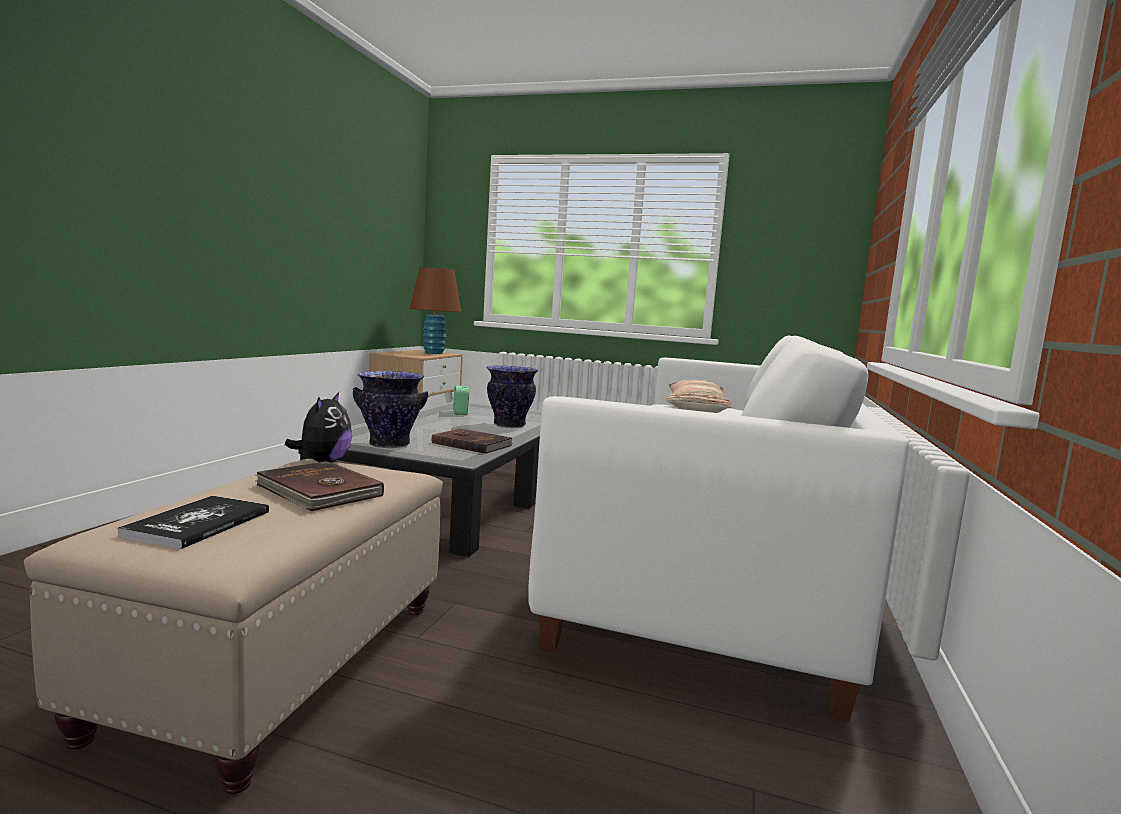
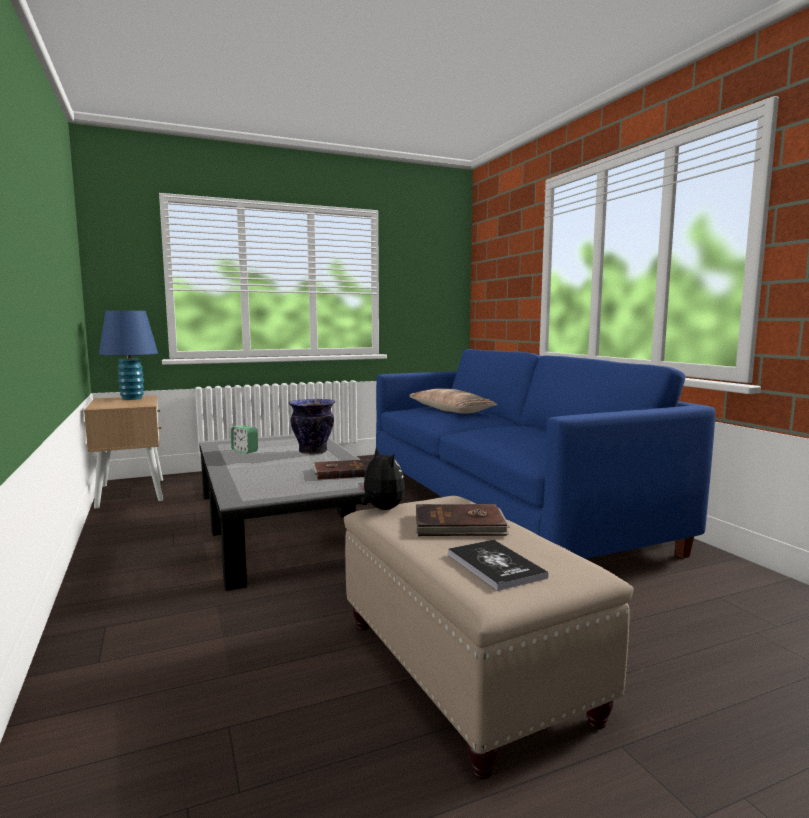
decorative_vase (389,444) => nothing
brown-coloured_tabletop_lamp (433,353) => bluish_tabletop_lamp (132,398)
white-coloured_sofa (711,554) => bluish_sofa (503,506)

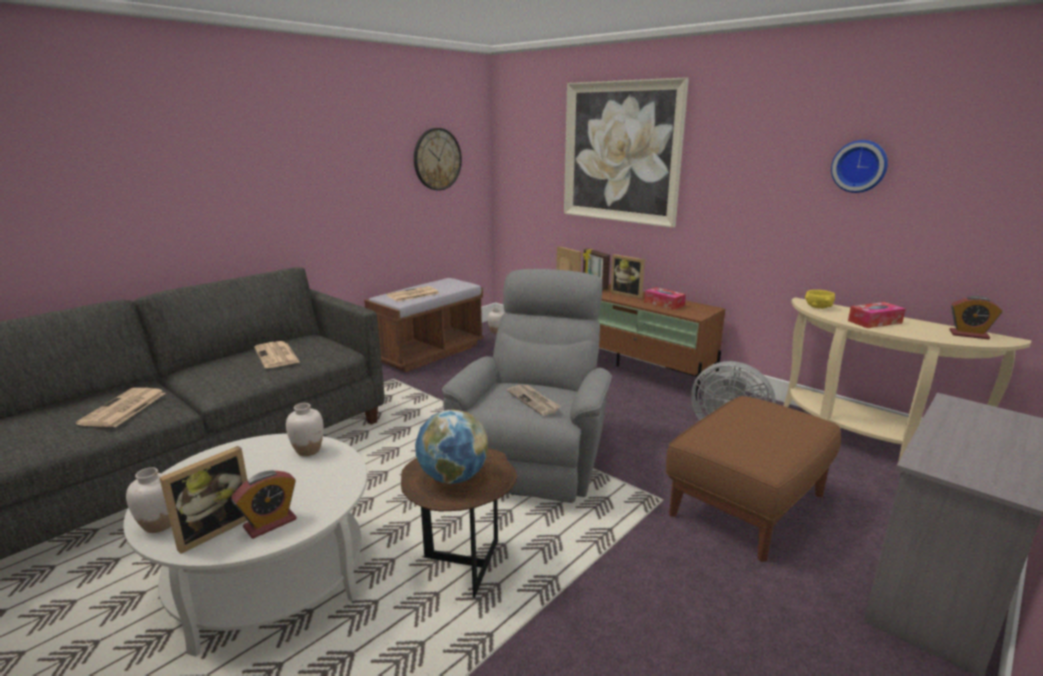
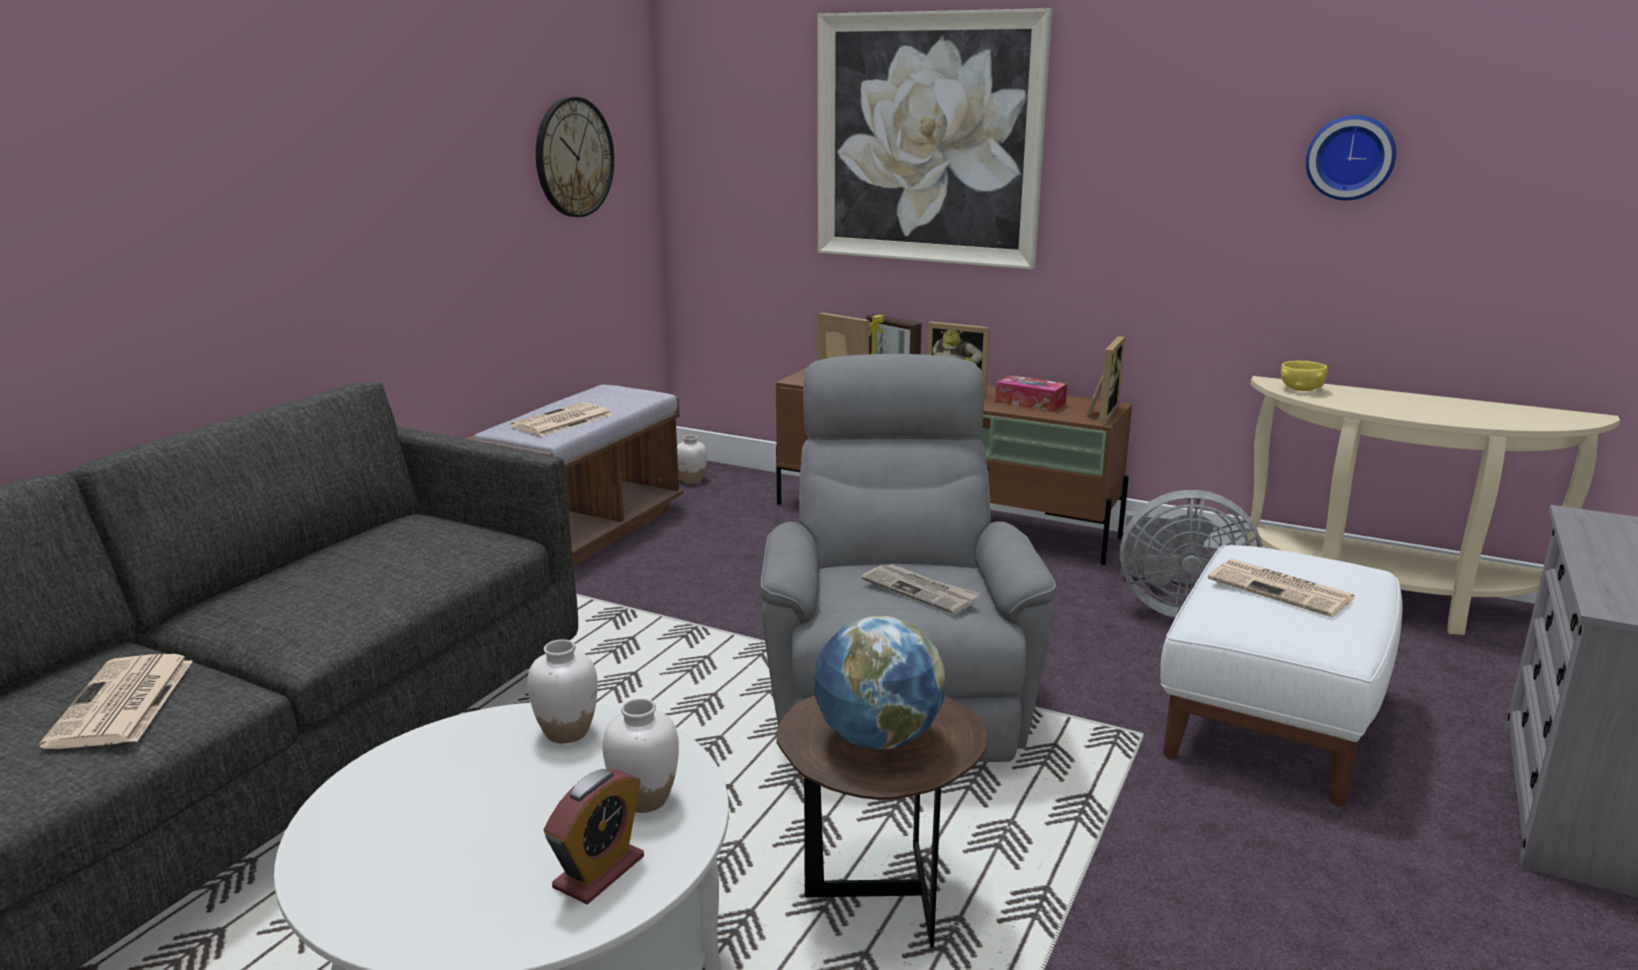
white-coloured_decorative_vase (159,524) => white-coloured_decorative_vase (643,799), moved
photo_frame (213,529) => photo_frame (1100,414), moved
newspaper (277,355) => newspaper (1282,589), moved
brown-coloured_footrest (748,504) => white-coloured_footrest (1272,721)
box_of_tissues (874,322) => nothing
alarm_clock (968,335) => nothing

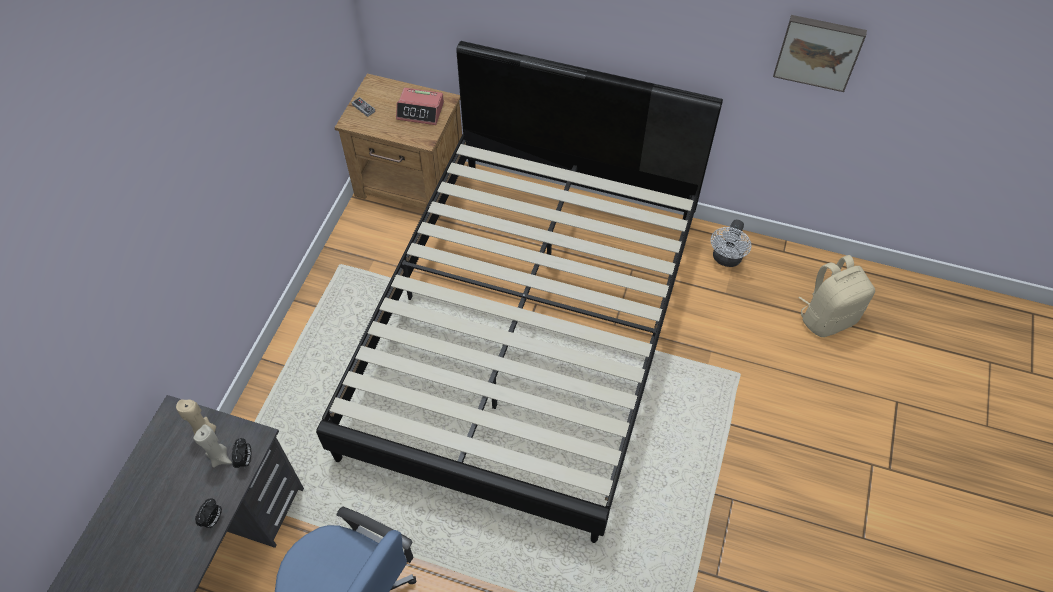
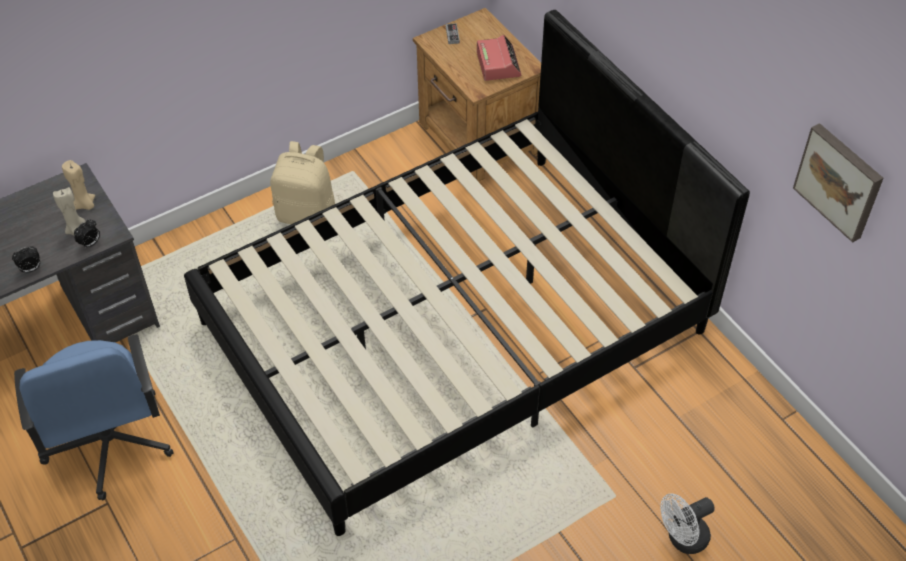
alarm_clock (420,111) => alarm_clock (498,64), 150 degrees counterclockwise
white-coloured_electric_fan (726,259) => white-coloured_electric_fan (682,539), moved
beige-coloured_rucksack (827,317) => beige-coloured_rucksack (307,214), moved

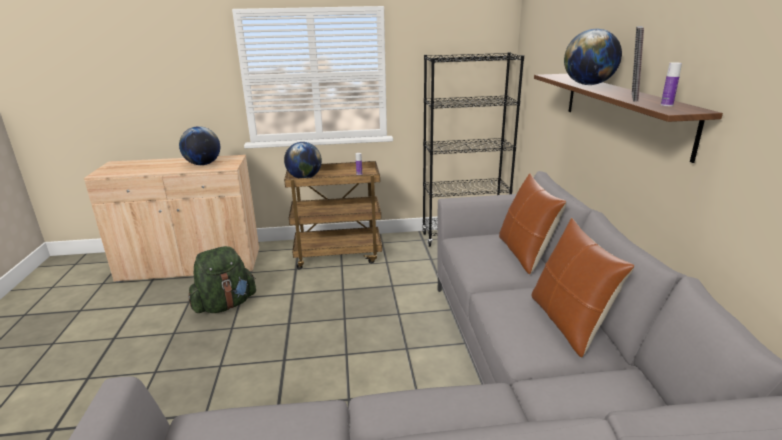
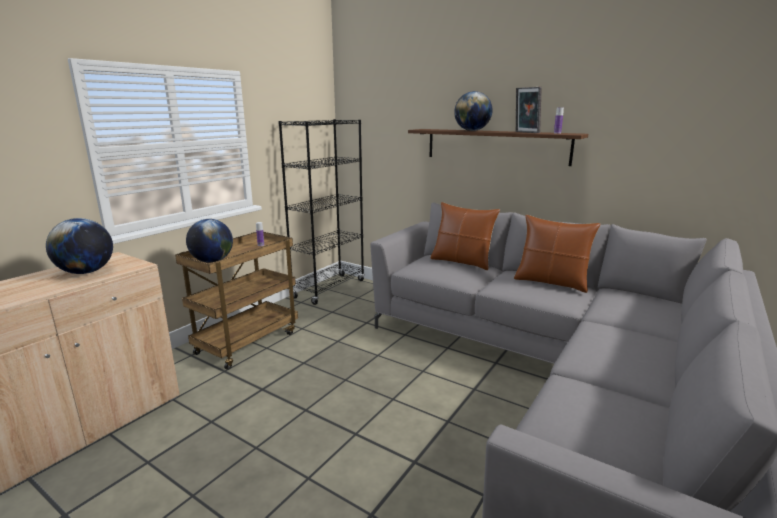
green_rucksack (225,305) => nothing

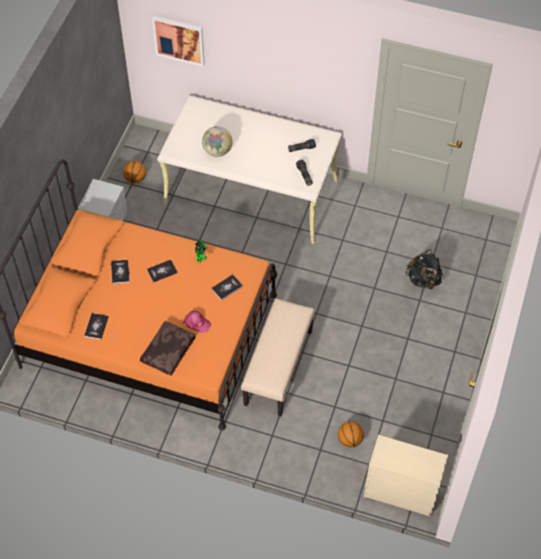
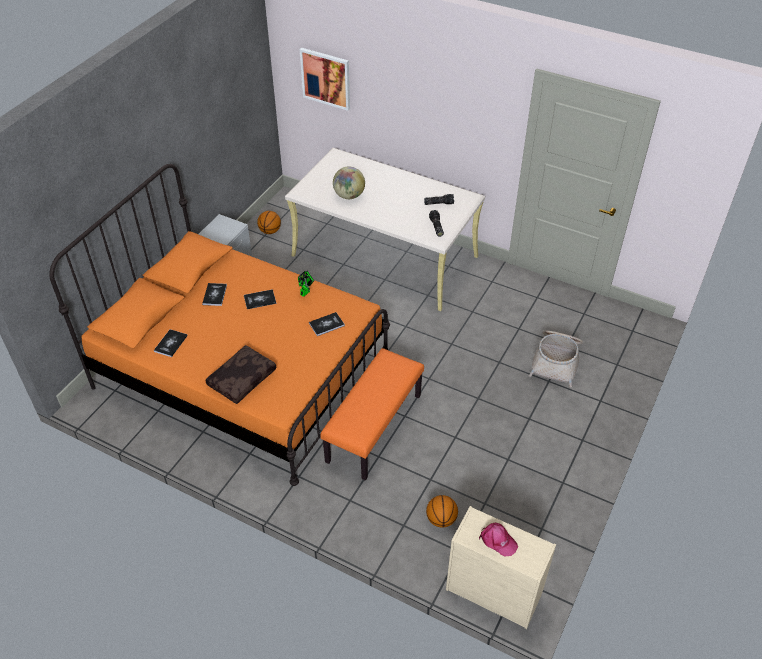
pink-coloured_cap (196,323) => pink-coloured_cap (498,541), moved
beige-coloured_long_seat (278,367) => orangey_long_seat (373,427)
blackish_rucksack (423,280) => storage_basket (556,361)

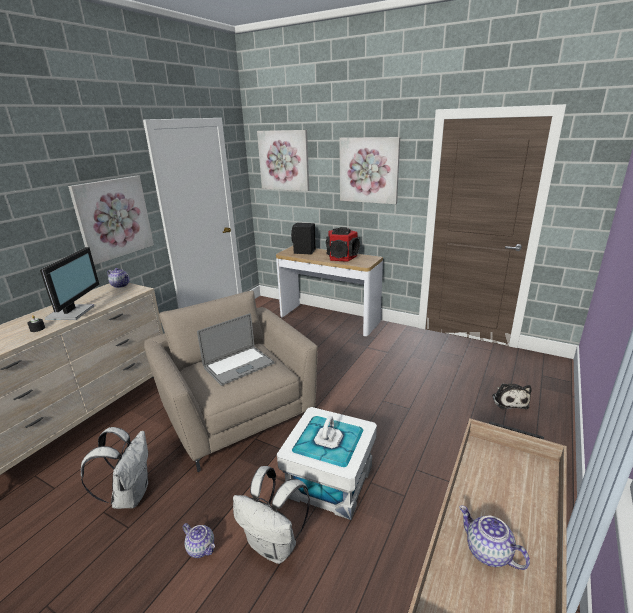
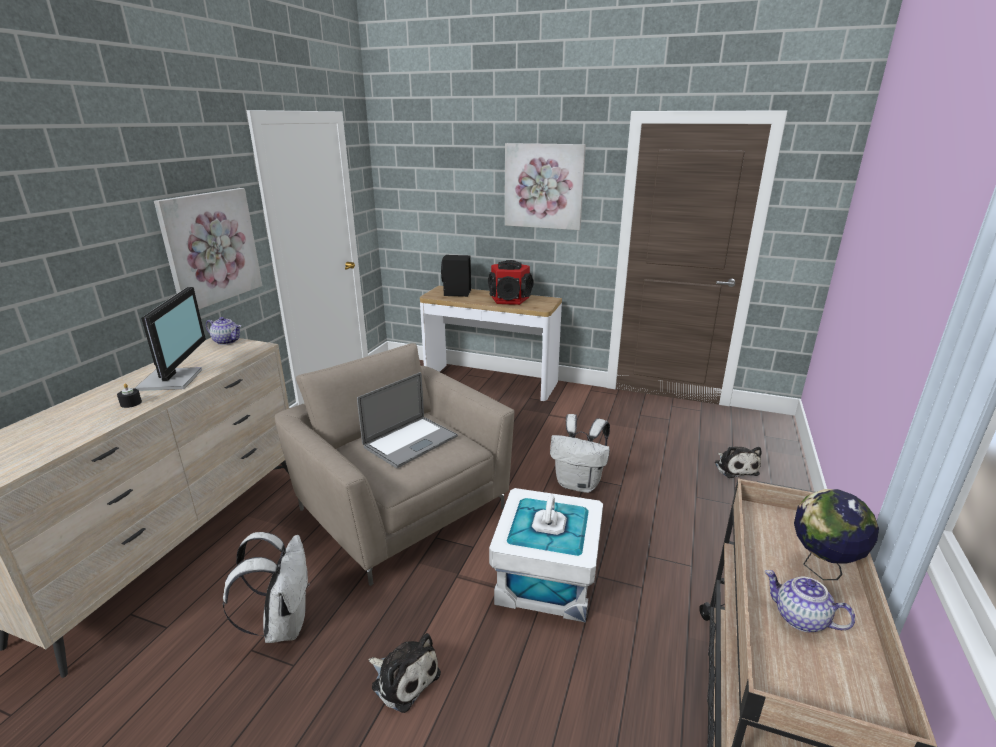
teapot (201,548) => plush_toy (403,678)
white-coloured_rucksack (275,545) => white-coloured_rucksack (579,484), moved
picture (284,160) => nothing
nothing => world_globe (821,568)

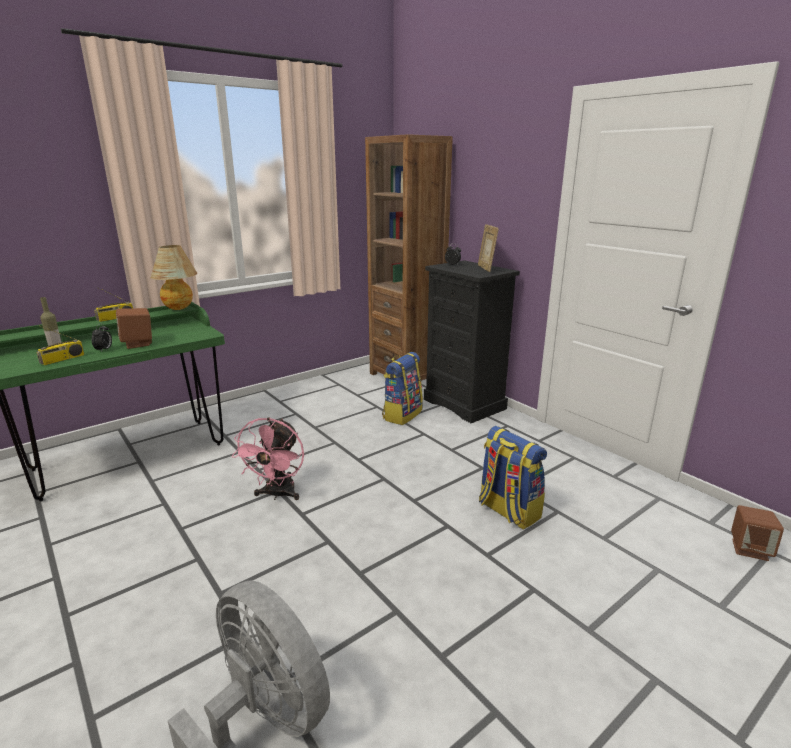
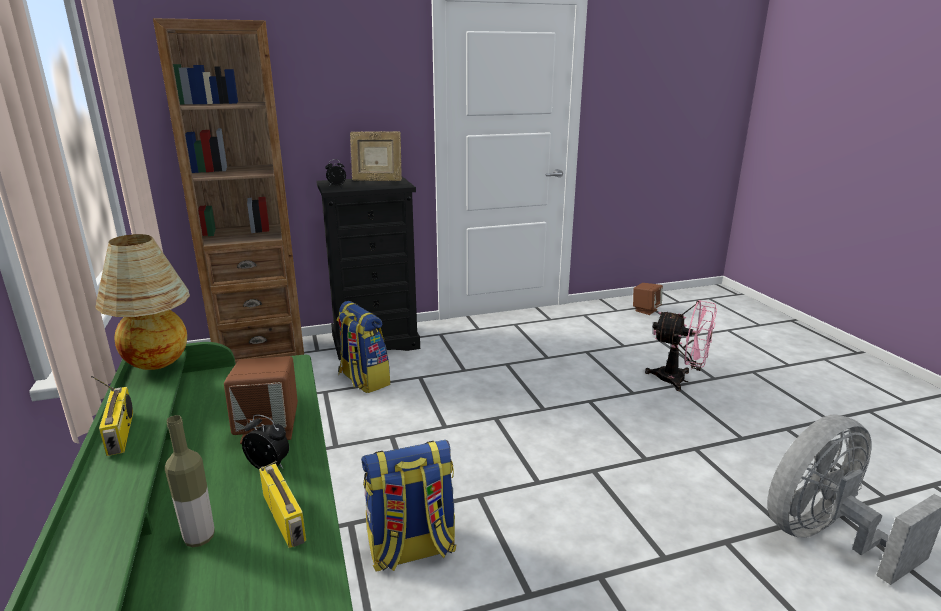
pink-coloured_electric_fan (277,494) => pink-coloured_electric_fan (679,380), moved
rucksack (507,511) => rucksack (411,550), moved

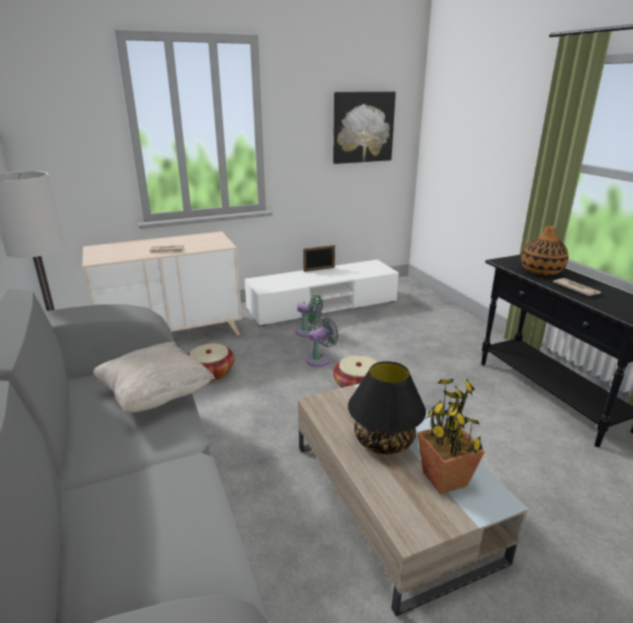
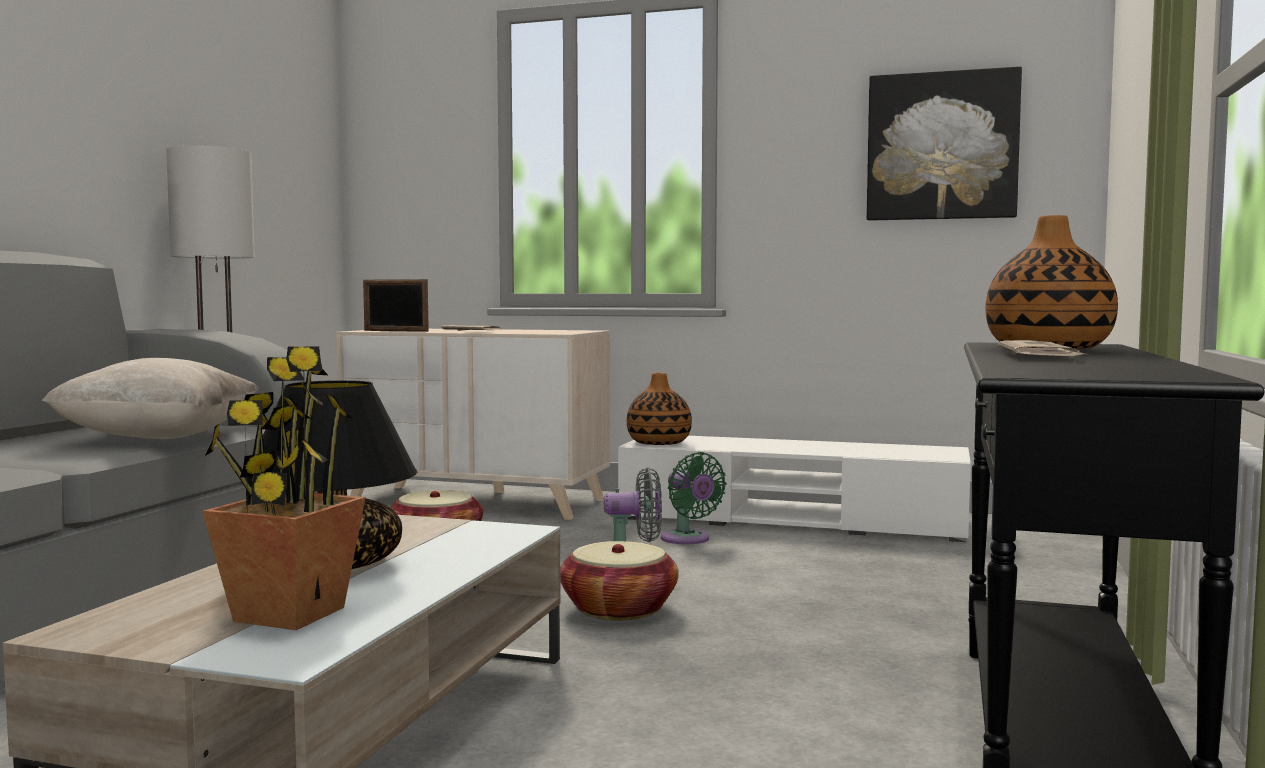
photo_frame (319,269) => photo_frame (395,331), moved
nothing => decorative_vase (659,443)

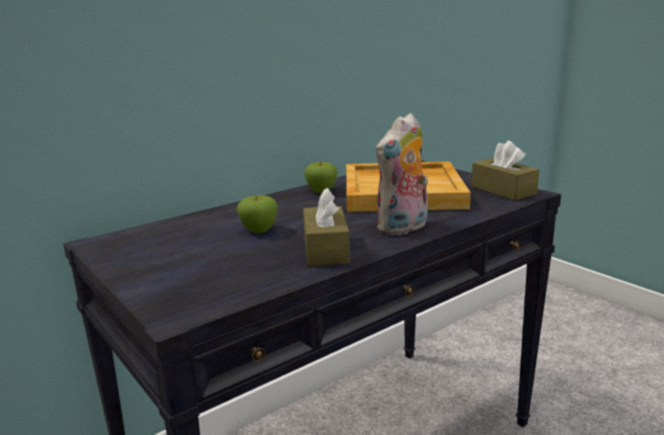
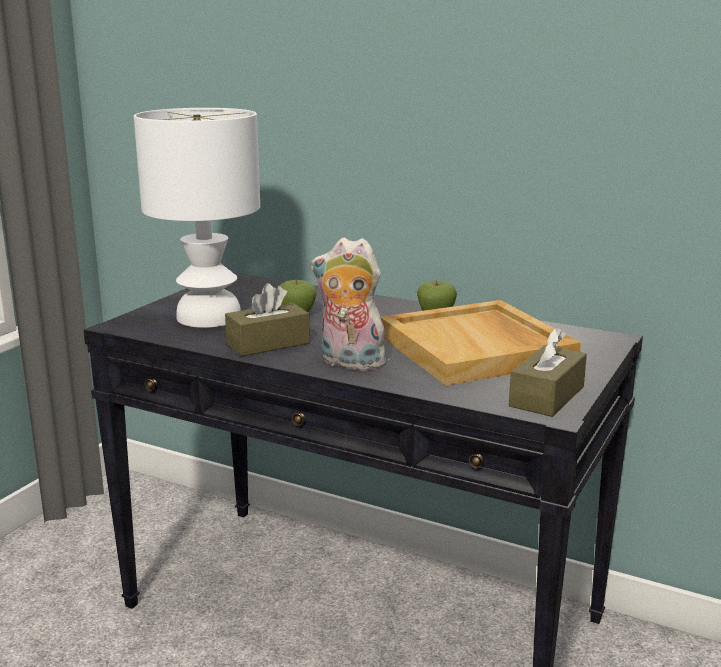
nothing => white-coloured_tabletop_lamp (208,317)

